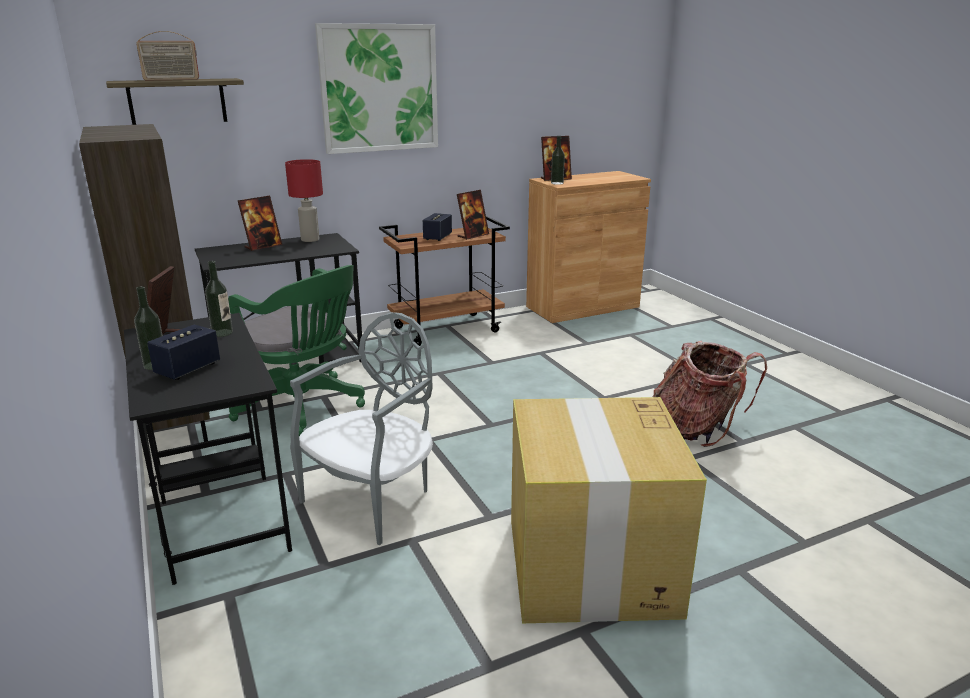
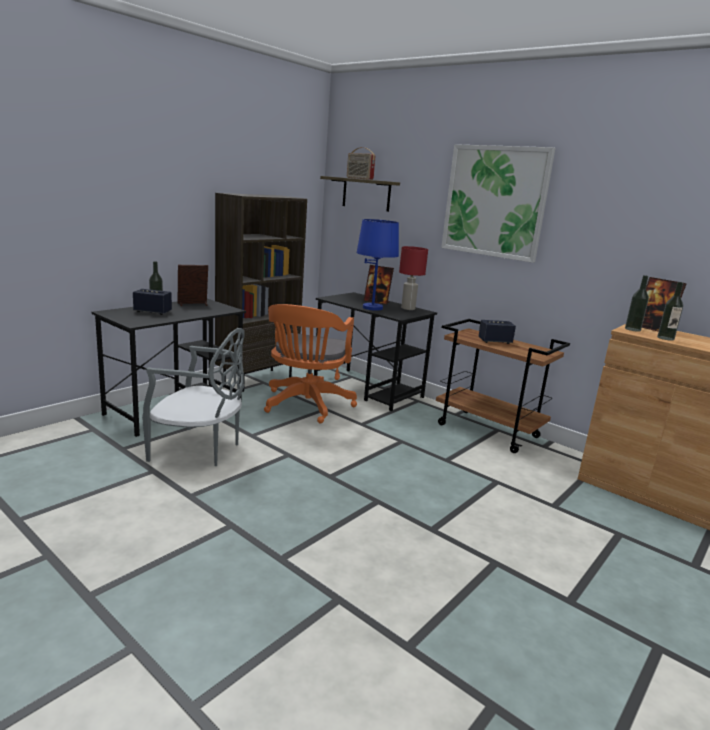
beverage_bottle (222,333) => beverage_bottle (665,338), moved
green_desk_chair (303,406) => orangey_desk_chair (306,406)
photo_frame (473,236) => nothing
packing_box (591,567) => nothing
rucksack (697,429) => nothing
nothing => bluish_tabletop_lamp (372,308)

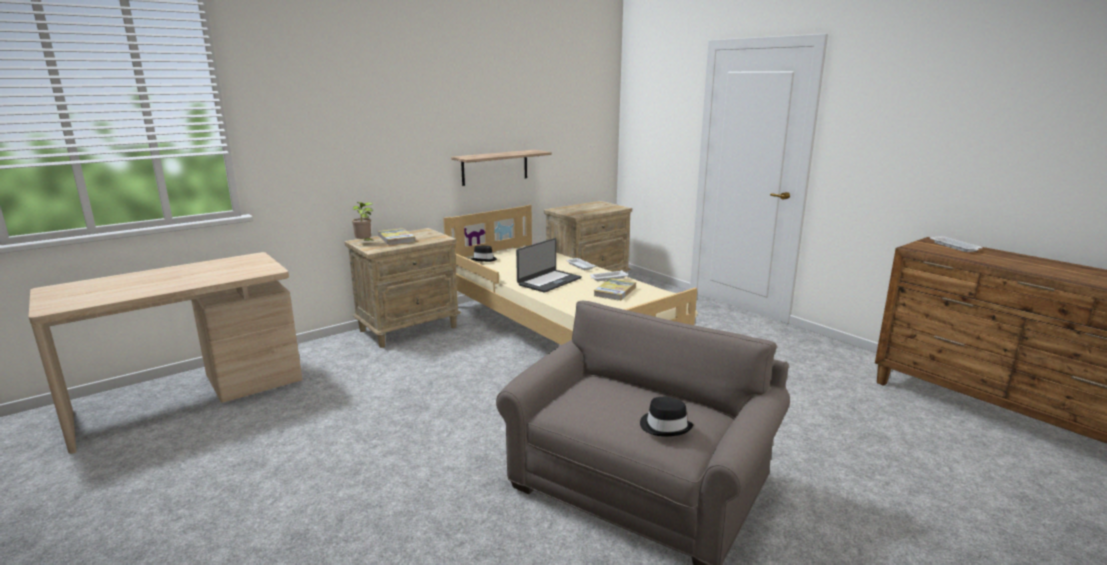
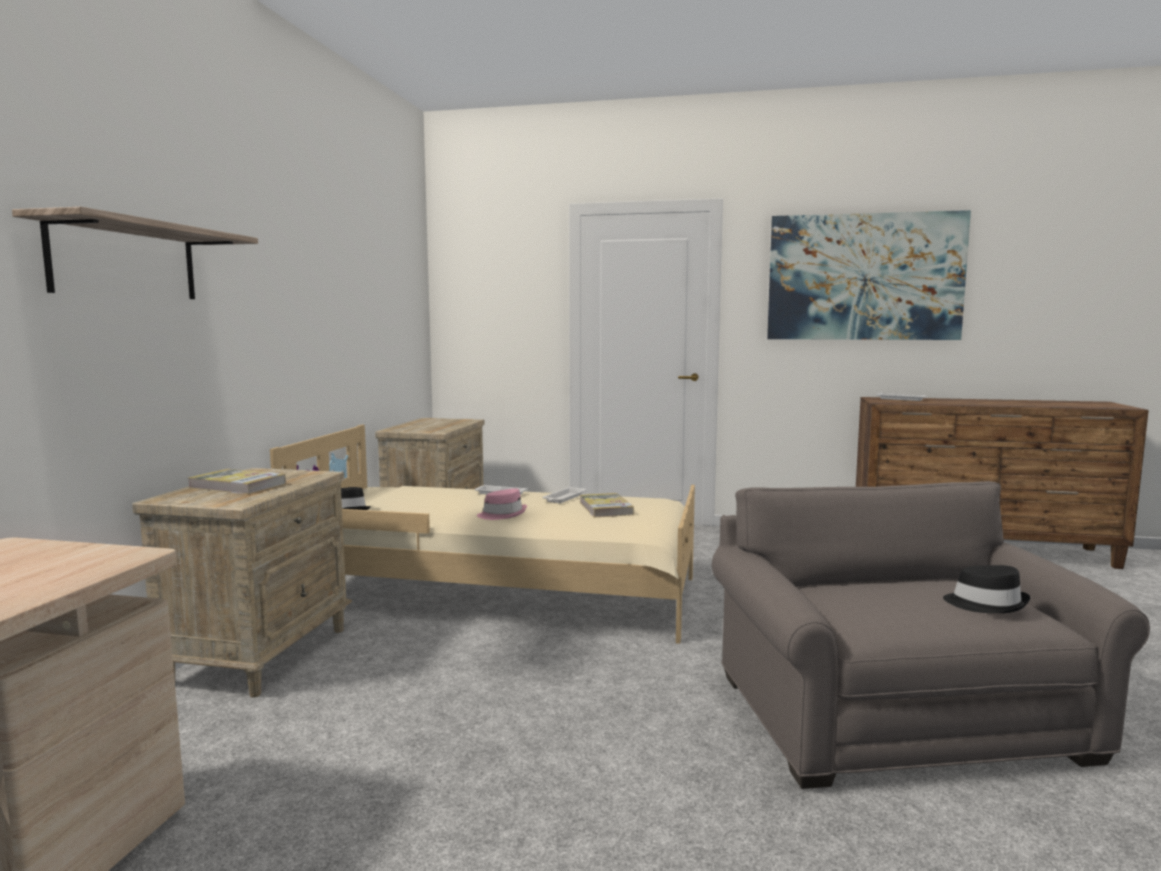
plant_in_a_pot (365,243) => nothing
shelf (495,167) => shelf (125,261), moved
notebook_computer (549,281) => pink-coloured_wearable_hat (502,515)
nothing => picture (864,277)

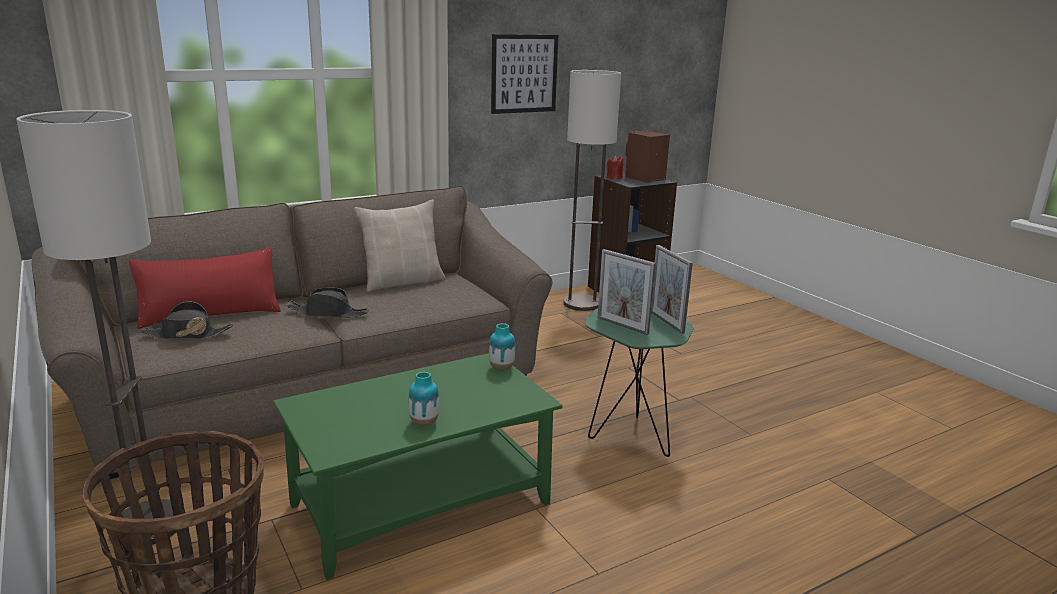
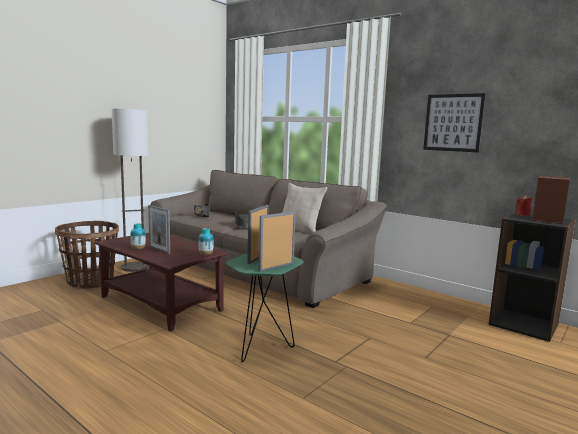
reddish_cushion (210,314) => nothing
green_low_table (422,503) => brown-coloured_low_table (161,303)
standing_lamp (582,303) => nothing
nothing => photo_frame (159,250)

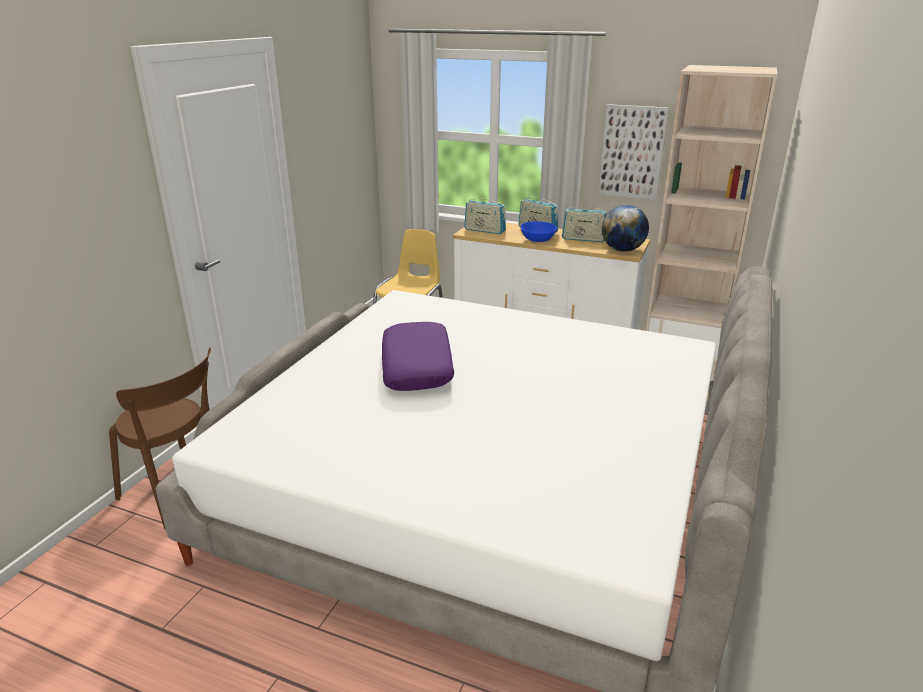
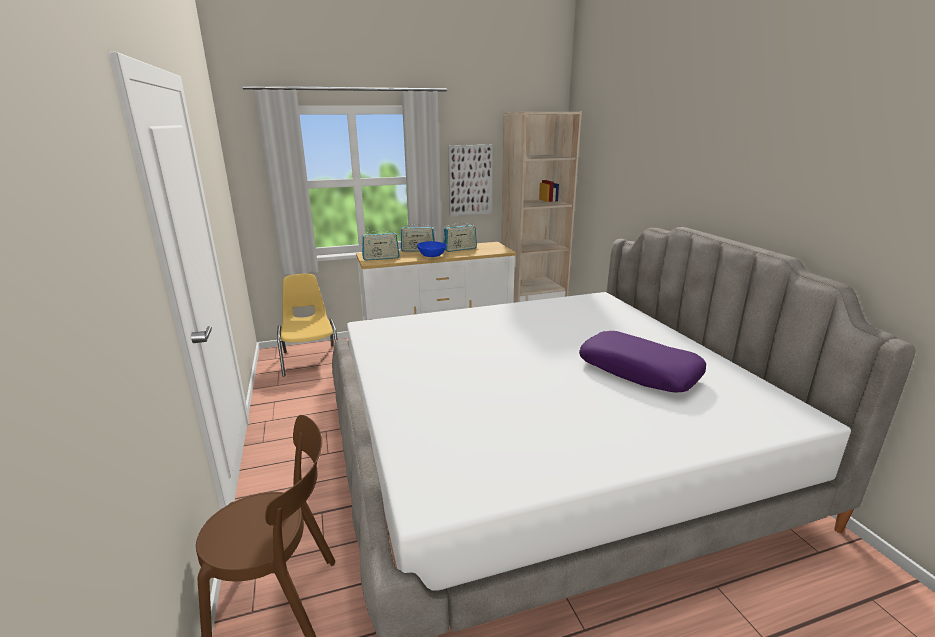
purplish_cushion (417,367) => purplish_cushion (639,371), moved
world_globe (622,250) => nothing

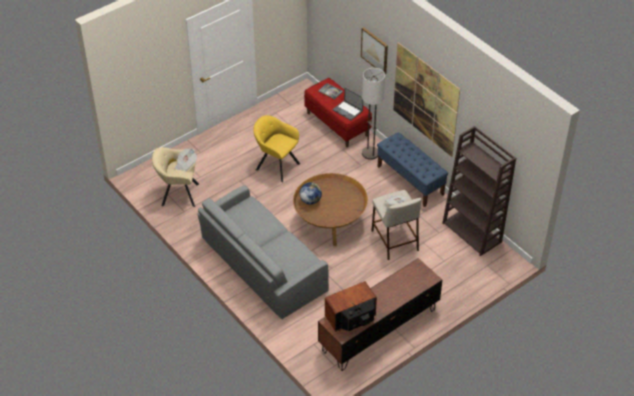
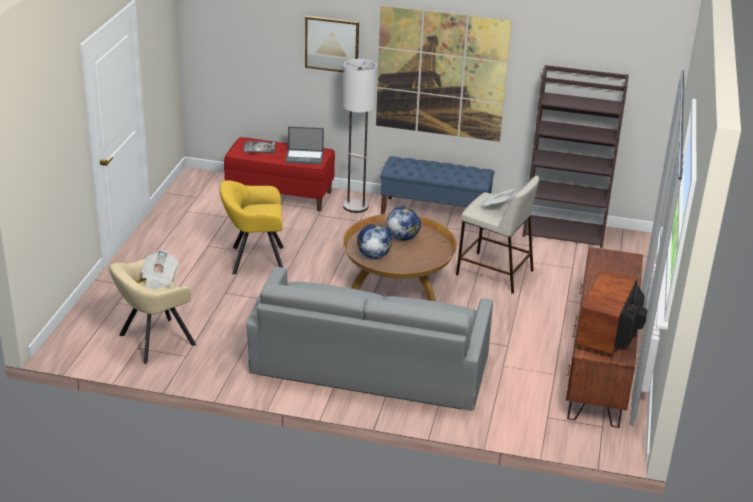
nothing => world_globe (402,237)

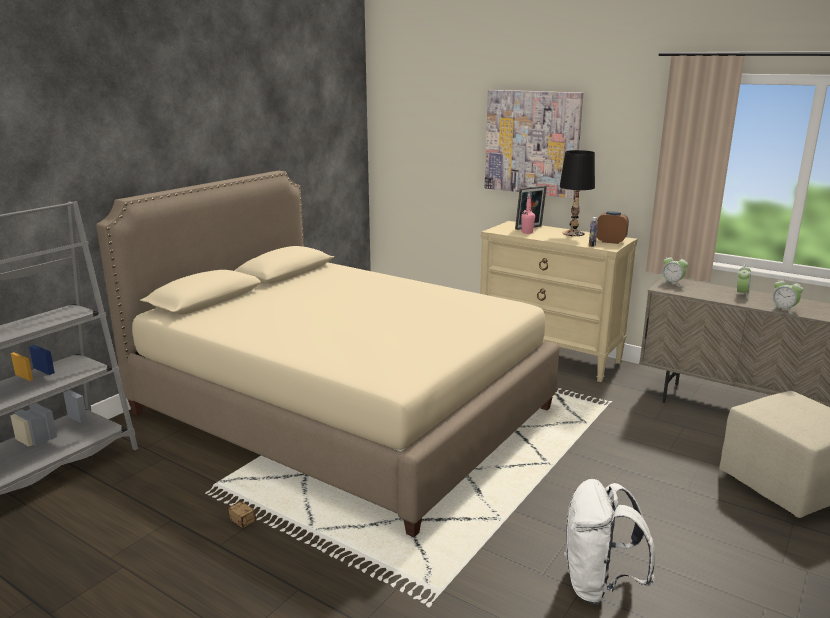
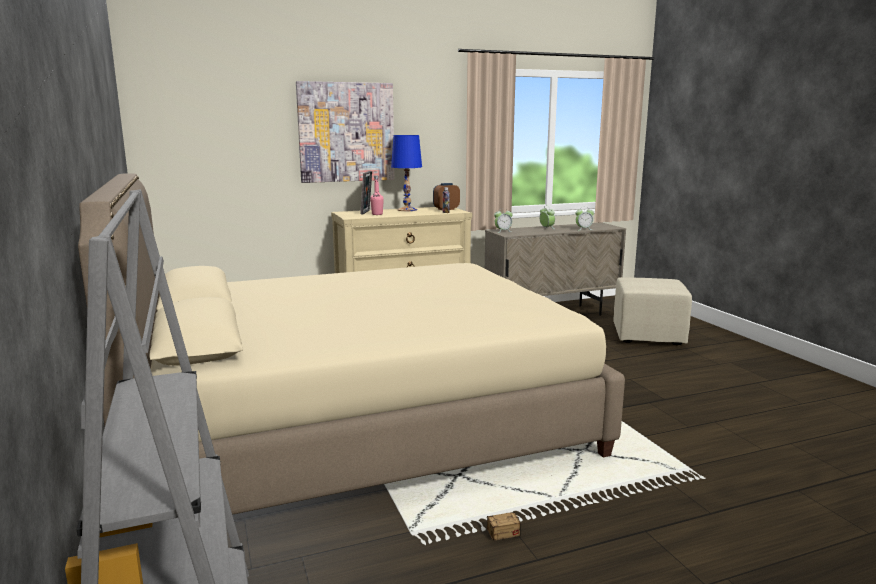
blackish_tabletop_lamp (573,233) => bluish_tabletop_lamp (407,210)
white-coloured_rucksack (599,585) => nothing

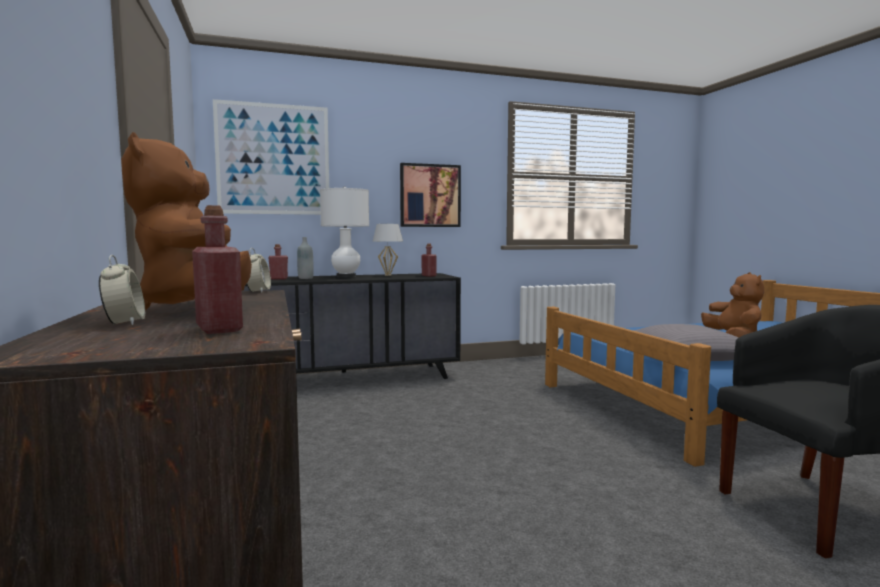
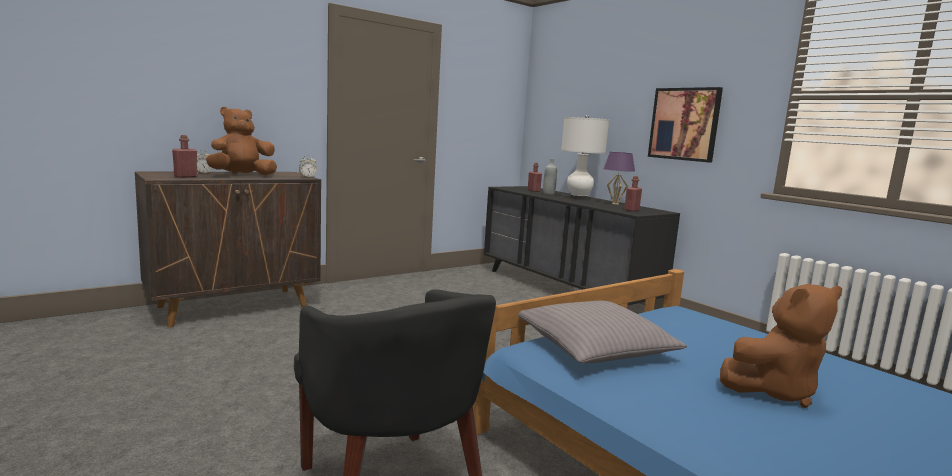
picture (273,159) => nothing
white-coloured_tabletop_lamp (388,275) => purplish_tabletop_lamp (615,204)

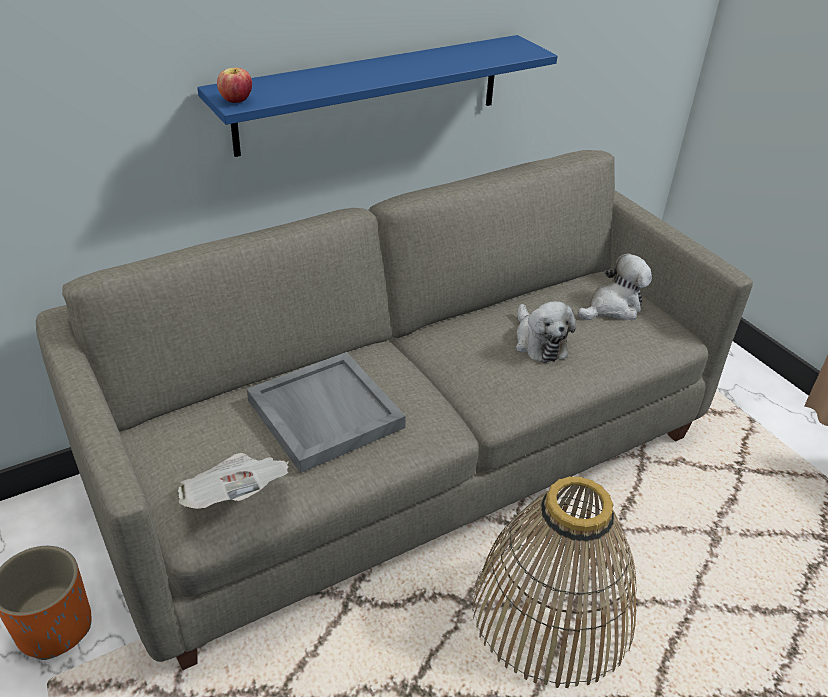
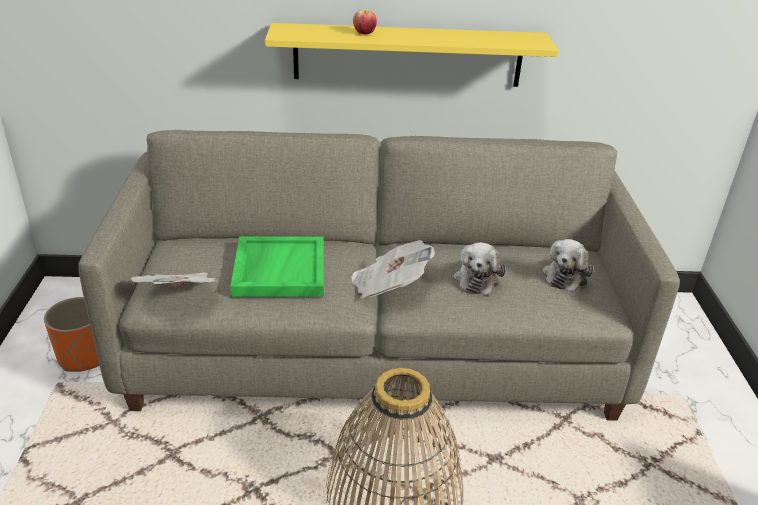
bluish_shelf (371,94) => yellow-coloured_shelf (408,55)
apple_fruit (236,101) => apple_fruit (364,33), moved
grey_tray (323,413) => green_tray (279,269)
plush_toy (613,307) => plush_toy (566,275), 120 degrees clockwise
nothing => newspaper (389,286)

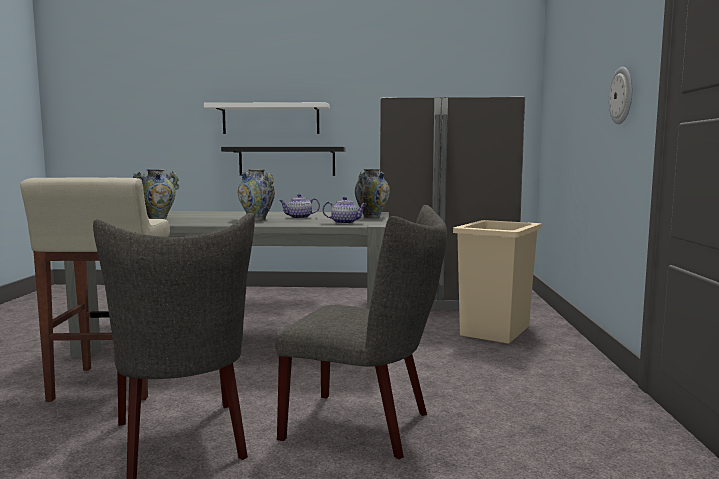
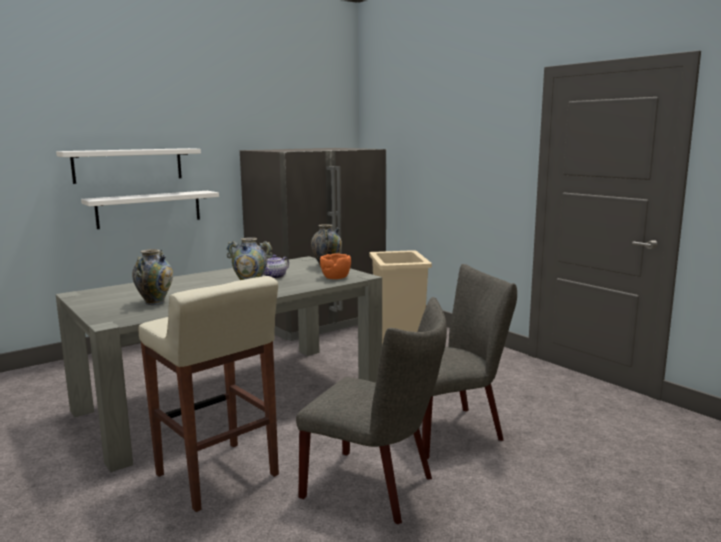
blackish_shelf (287,161) => white-coloured_shelf (149,209)
teapot (345,223) => orangey_deep_dish (336,277)
wall_clock (622,95) => nothing

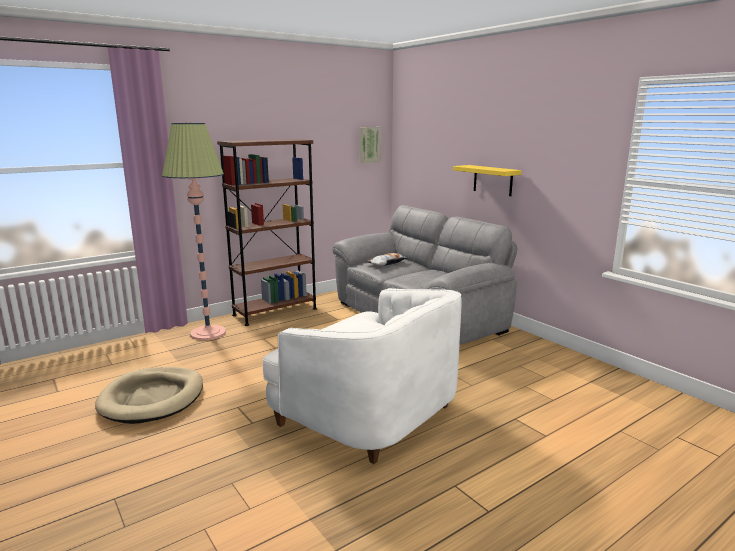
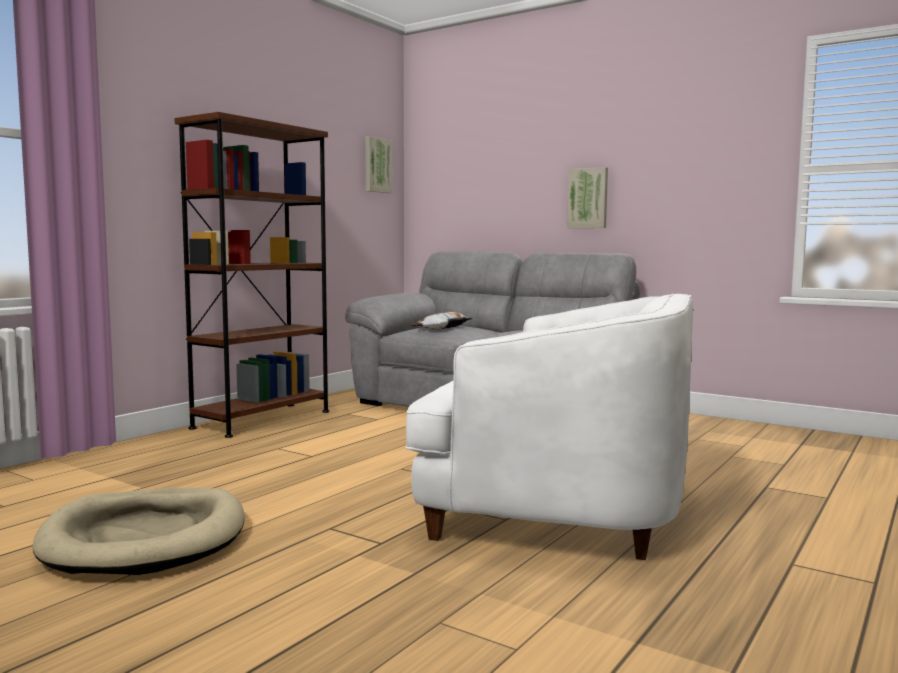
standing_lamp (208,333) => nothing
yellow-coloured_shelf (493,180) => picture (588,198)

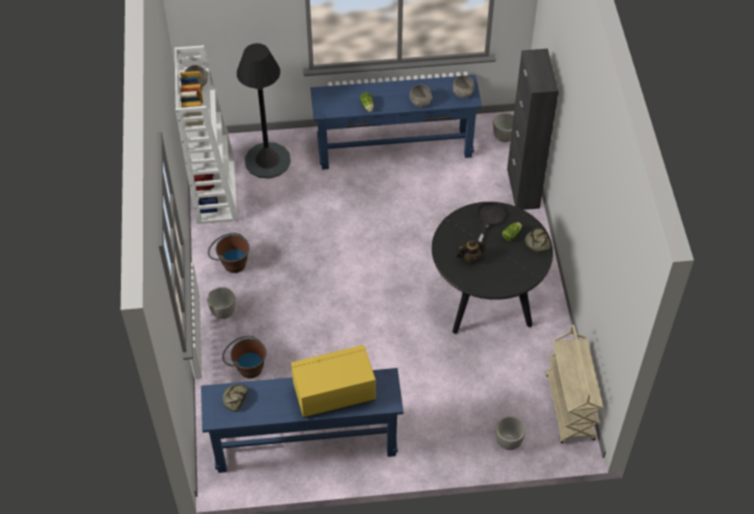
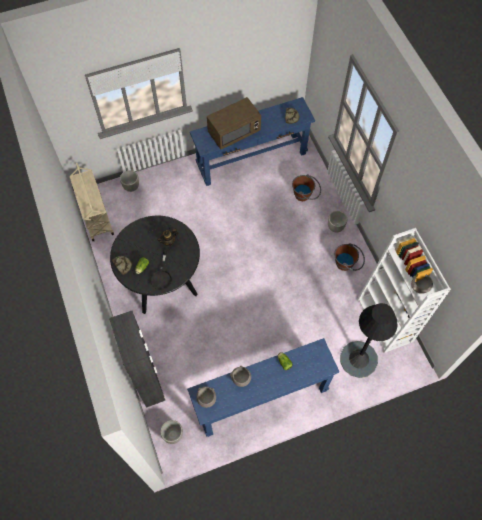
yellow-coloured_kitchen_microwave (334,393) => brown-coloured_kitchen_microwave (234,132)

